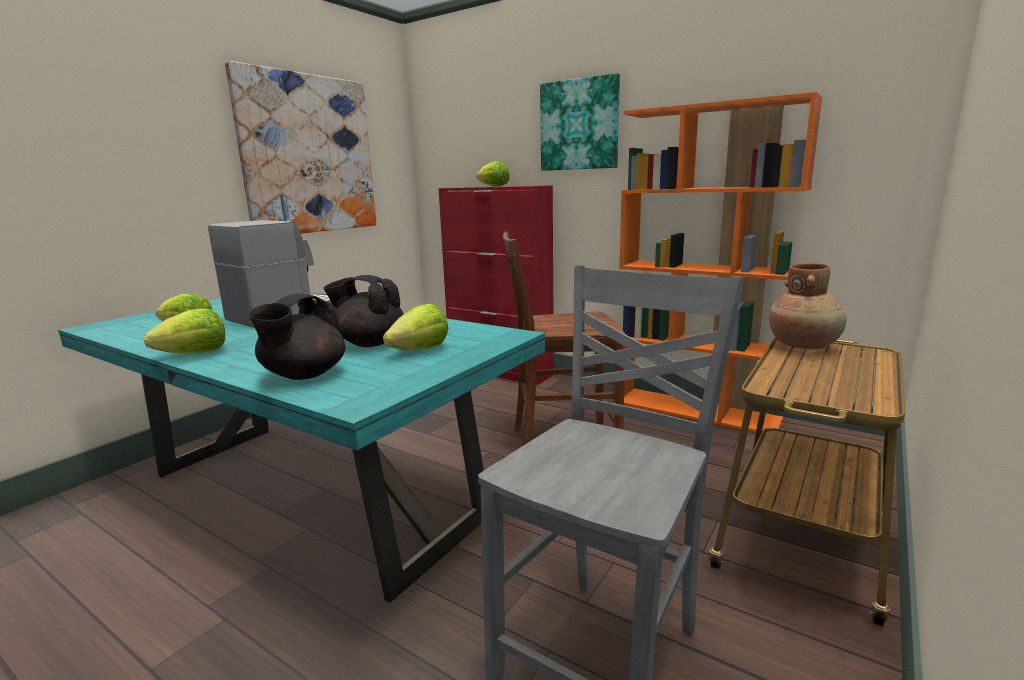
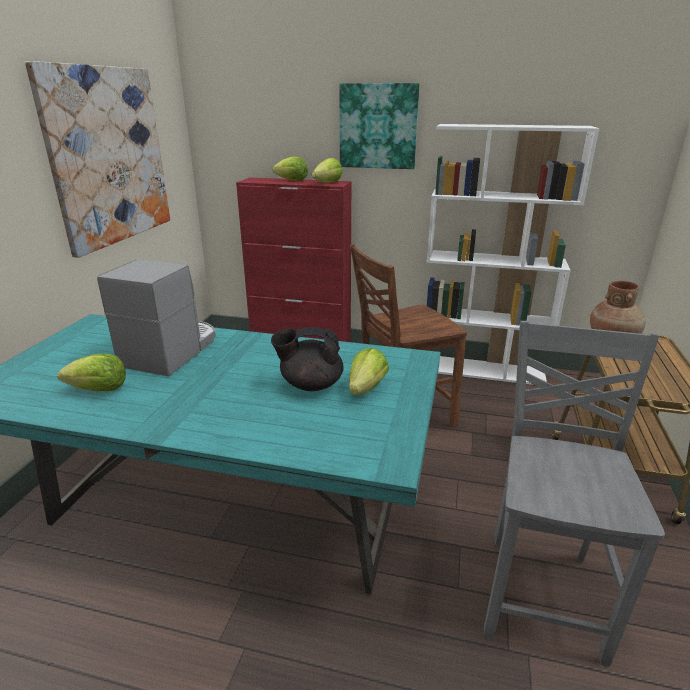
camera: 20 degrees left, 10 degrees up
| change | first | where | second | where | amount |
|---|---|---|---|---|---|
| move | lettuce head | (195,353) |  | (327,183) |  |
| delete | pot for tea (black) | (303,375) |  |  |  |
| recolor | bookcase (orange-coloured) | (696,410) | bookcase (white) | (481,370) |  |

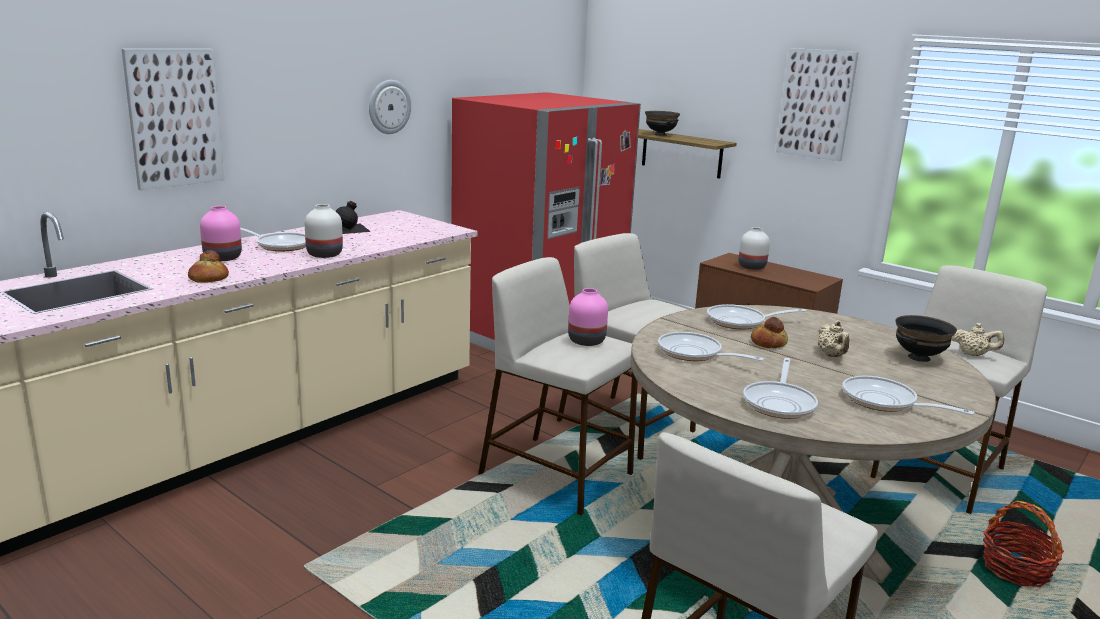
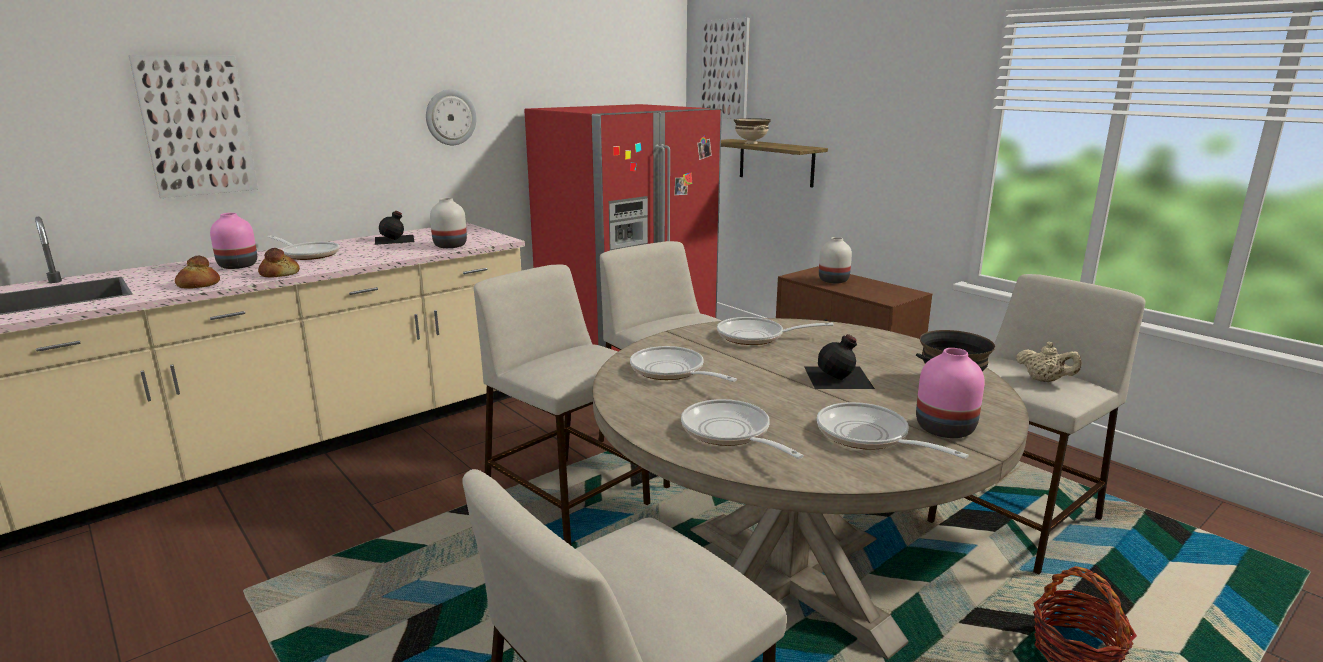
camera: 10 degrees right, 0 degrees up
| change | first | where | second | where | amount |
|---|---|---|---|---|---|
| move | flower vase (white) | (325,254) |  | (451,245) |  |
| move | flower vase (pink) | (586,340) |  | (945,428) |  |
| recolor | serving bowl (black) | (661,135) | serving bowl (sand-coloured) | (751,143) |  |
| rotate | frying pan | (780,403) |  | (730,433) | 120 degrees clockwise |
| move | bread | (768,343) |  | (280,274) |  |
| move | picture | (816,104) |  | (725,69) |  |
| replace | pot for tea (sand-coloured) | (831,356) | drink bottle (black) | (839,377) |  |

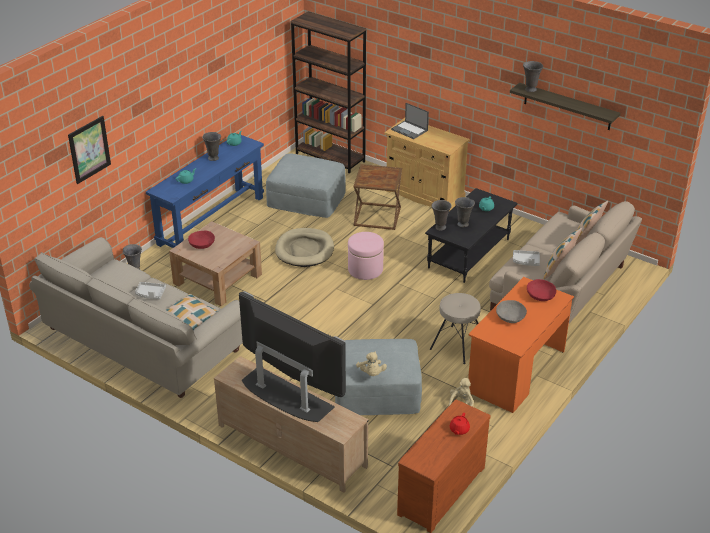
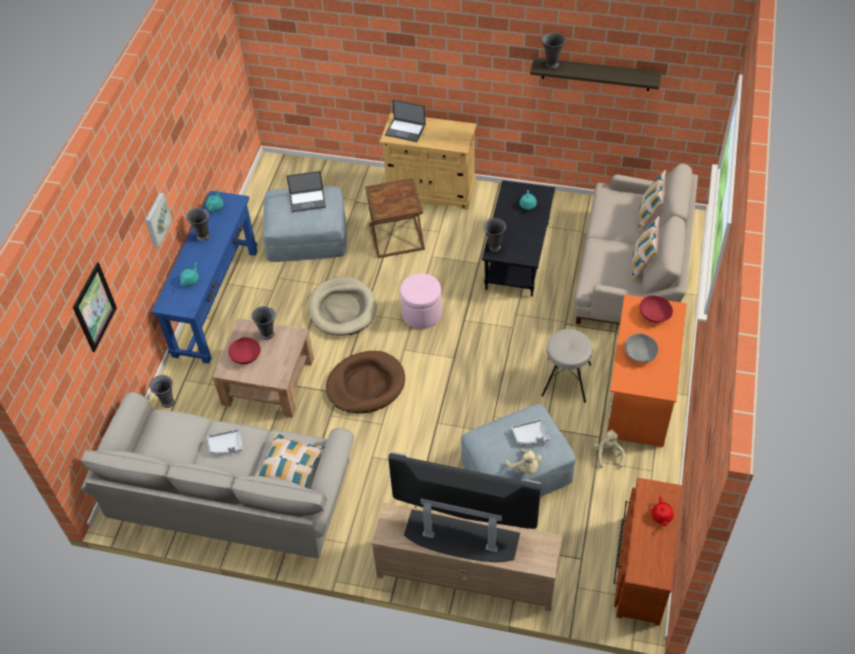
camera: 20 degrees left, 15 degrees up
| change | first | where | second | where | amount |
|---|---|---|---|---|---|
| delete | bookcase (brown-coloured) | (330,157) |  |  |  |
| move | flower vase (grey) | (463,224) |  | (268,335) |  |
| move | serving tray (grey) | (526,261) |  | (530,436) |  |
| insert |  |  | picture | (156,219) |  |
| insert |  |  | laptop | (308,200) |  |
| insert |  |  | dog cushion (brown-coloured) | (365,384) |  |

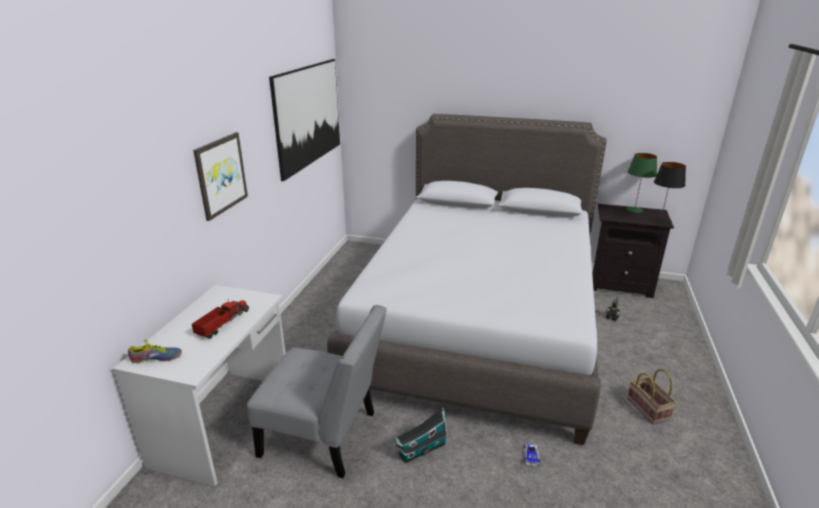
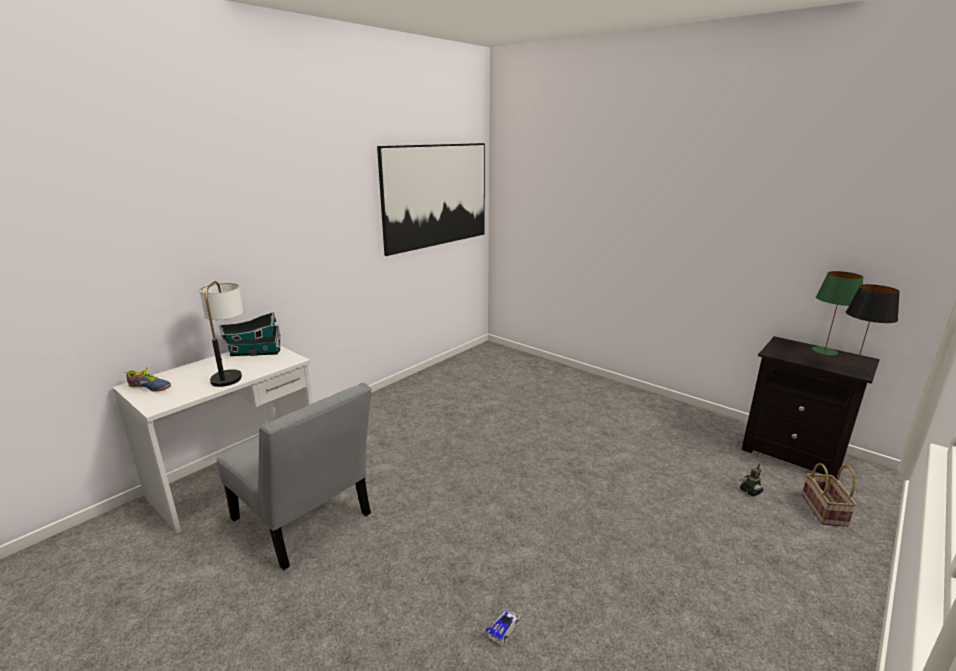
camera: 25 degrees right, 5 degrees down
| change | first | where | second | where | amount |
|---|---|---|---|---|---|
| replace | model truck | (222,324) | lamp for a table | (231,372) |  |
| delete | picture | (220,175) |  |  |  |
| delete | sleeping bed (grey) | (479,321) |  |  |  |
| move | model house | (420,450) |  | (253,353) |  |
| move | basket | (649,409) |  | (825,511) |  |

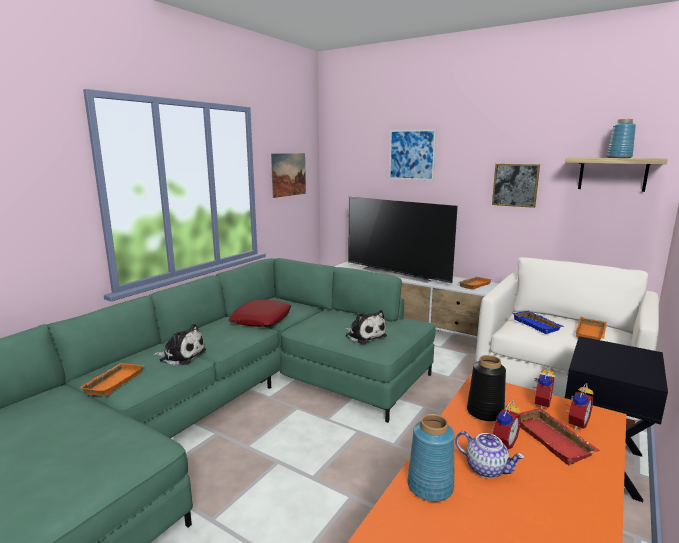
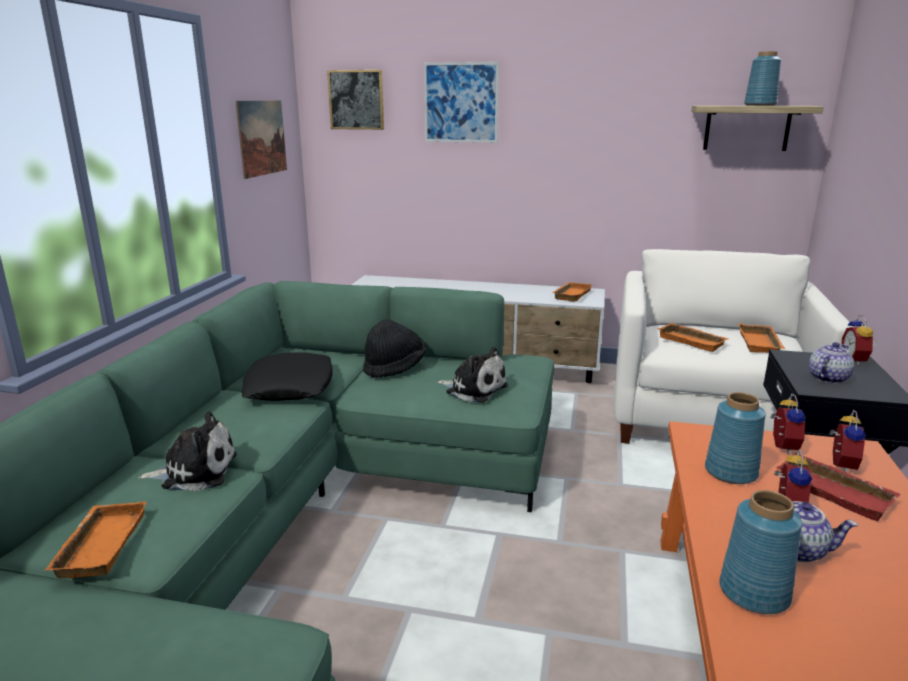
camera: 20 degrees left, 5 degrees up
| change | first | where | second | where | amount |
|---|---|---|---|---|---|
| recolor | pillow (red-coloured) | (261,319) | pillow (black) | (289,386) |  |
| delete | TV | (398,273) |  |  |  |
| recolor | flower vase (black) | (484,412) | flower vase (blue-coloured) | (730,472) |  |
| move | picture | (515,185) |  | (356,100) |  |
| recolor | serving tray (blue-coloured) | (537,325) | serving tray (orange-coloured) | (693,341) |  |
| insert |  |  | clothing hat (black) | (394,368) |  |
| insert |  |  | pot for tea | (827,378) |  |
| insert |  |  | bedside clock | (855,361) |  |

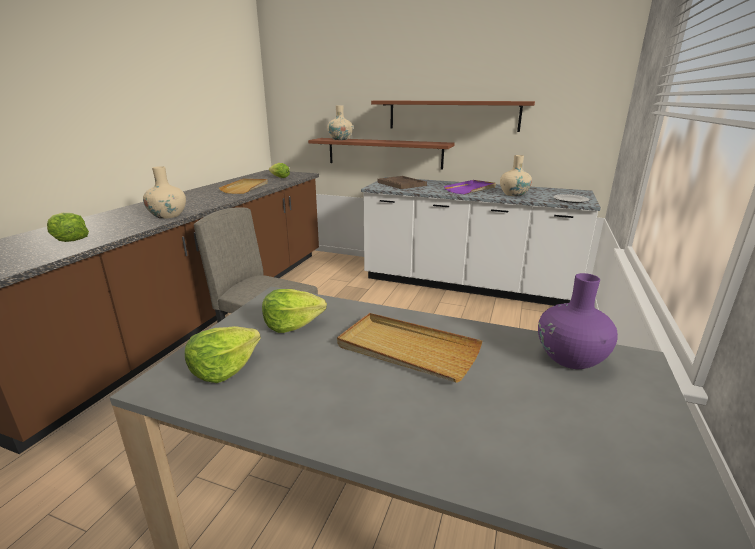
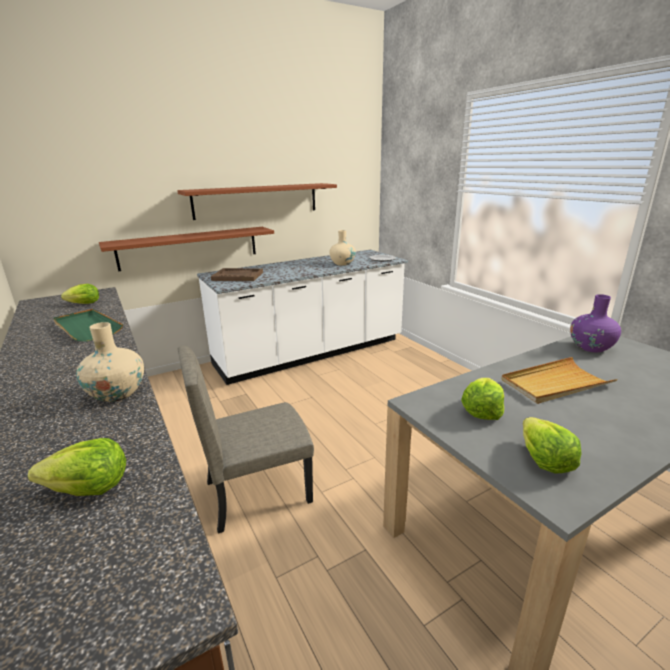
camera: 50 degrees left, 0 degrees up
| change | first | where | second | where | amount |
|---|---|---|---|---|---|
| recolor | serving tray (sand-coloured) | (246,188) | serving tray (green) | (87,328) |  |
| delete | flower vase (sand-coloured) | (340,139) |  |  |  |
| delete | serving tray (purple) | (471,189) |  |  |  |

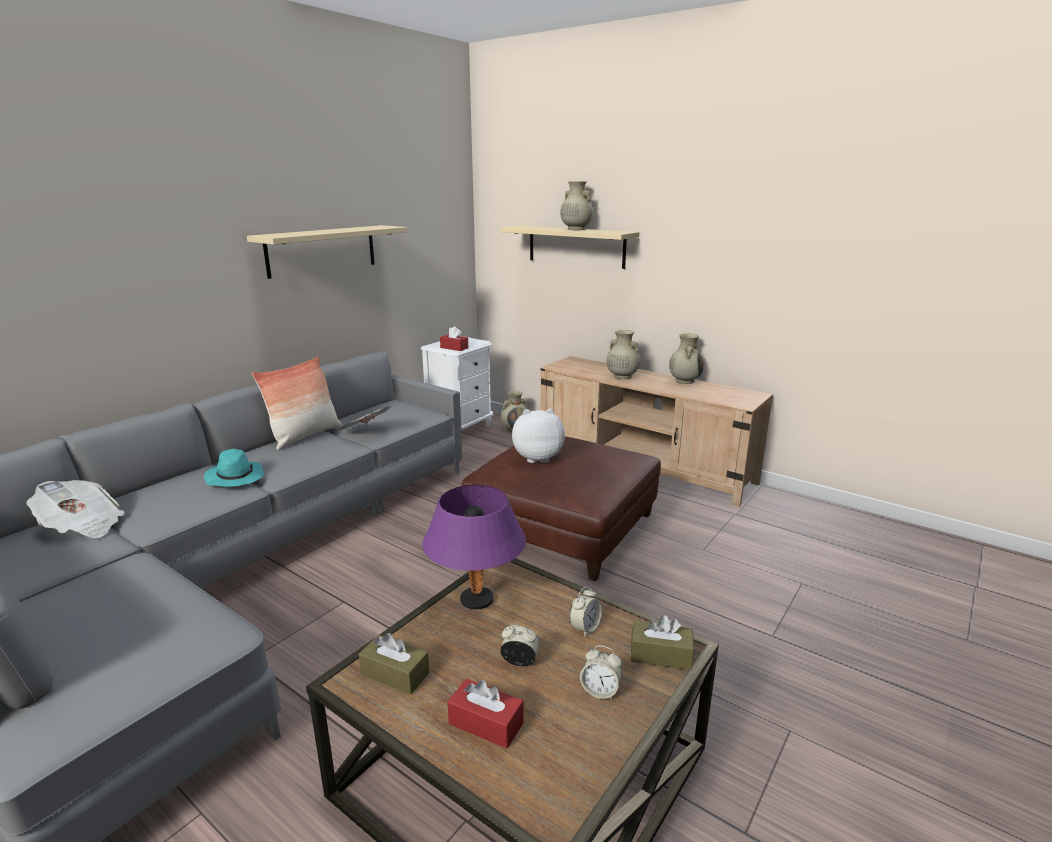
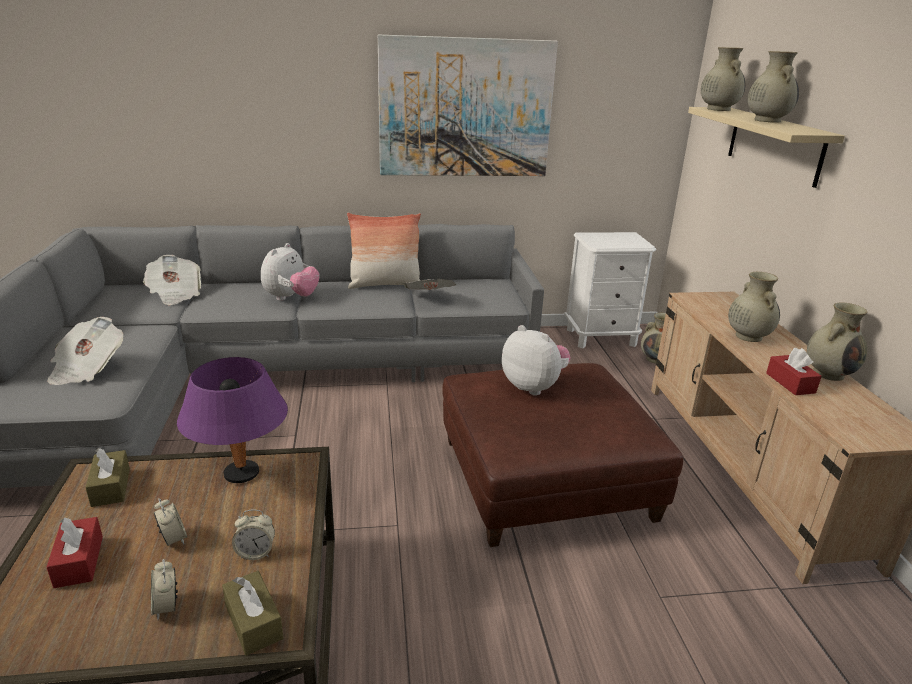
camera: 45 degrees right, 5 degrees up
| change | first | where | second | where | amount |
|---|---|---|---|---|---|
| replace | clothing hat (blue-green) | (235,478) | plush toy | (291,298) |  |
| replace | bracket shelf (sand-coloured) | (322,250) | picture | (465,109) |  |
| move | box of tissues (red-coloured) | (454,348) |  | (790,383) |  |
| insert |  |  | daily paper | (87,369) |  |
| insert |  |  | flower vase (sand-coloured) | (718,109) |  |

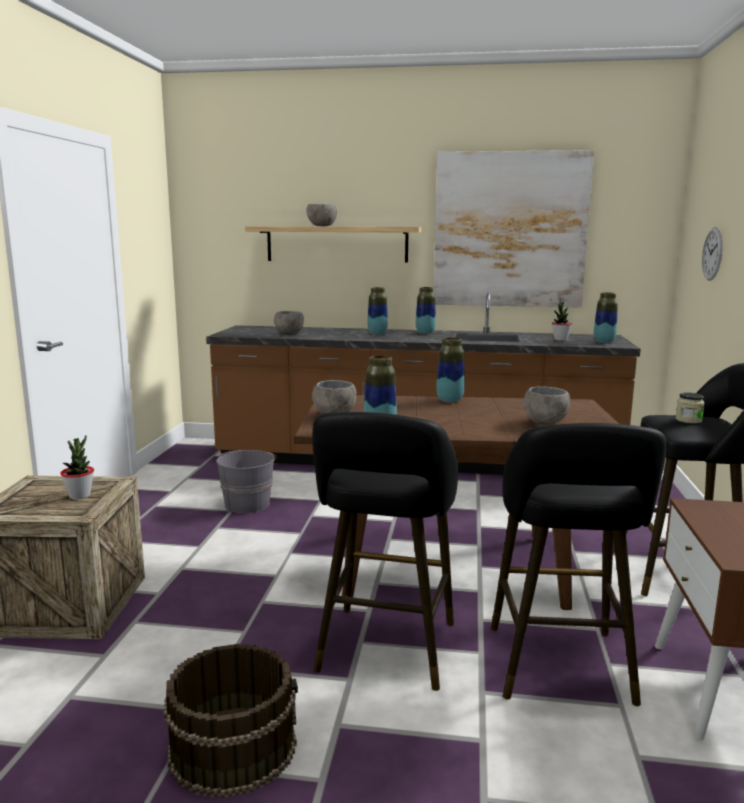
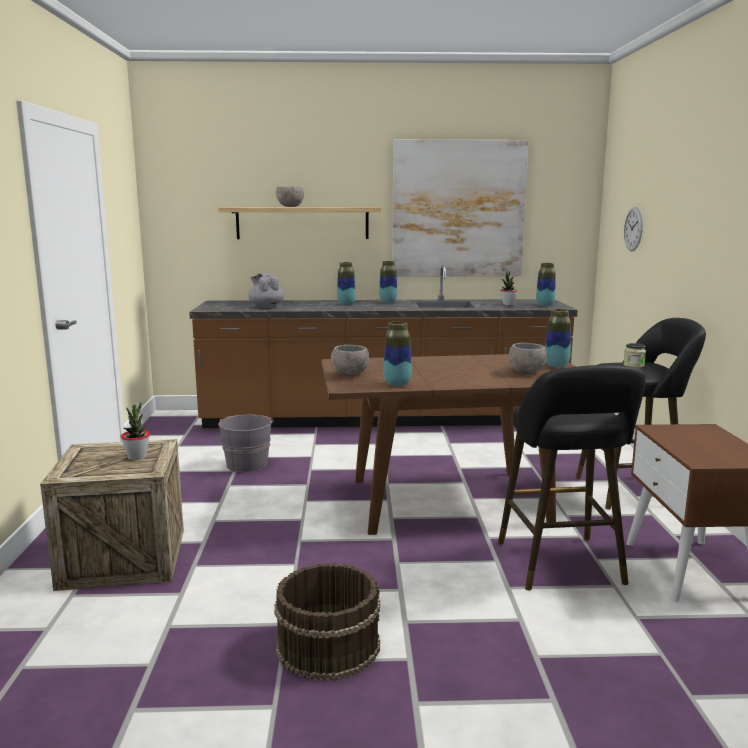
camera: 10 degrees left, 0 degrees up
| change | first | where | second | where | amount |
|---|---|---|---|---|---|
| replace | serving bowl (grey) | (289,334) | pot for tea (grey) | (266,307) |  |
| delete | sitting stool (black) | (385,652) |  |  |  |
| move | flower vase | (450,400) |  | (556,365) |  |

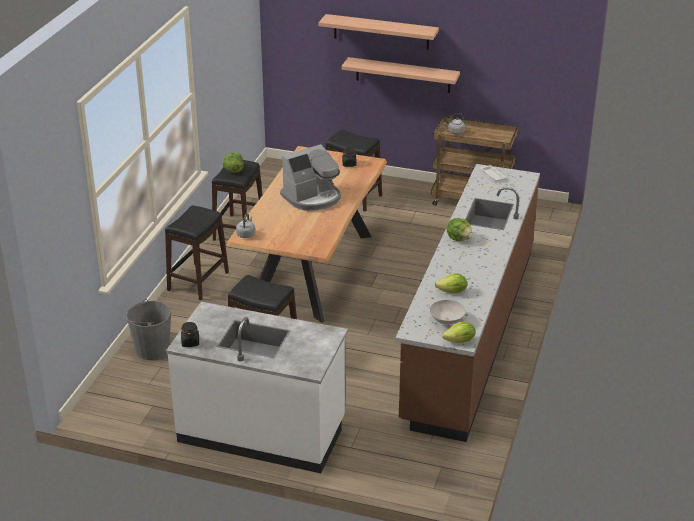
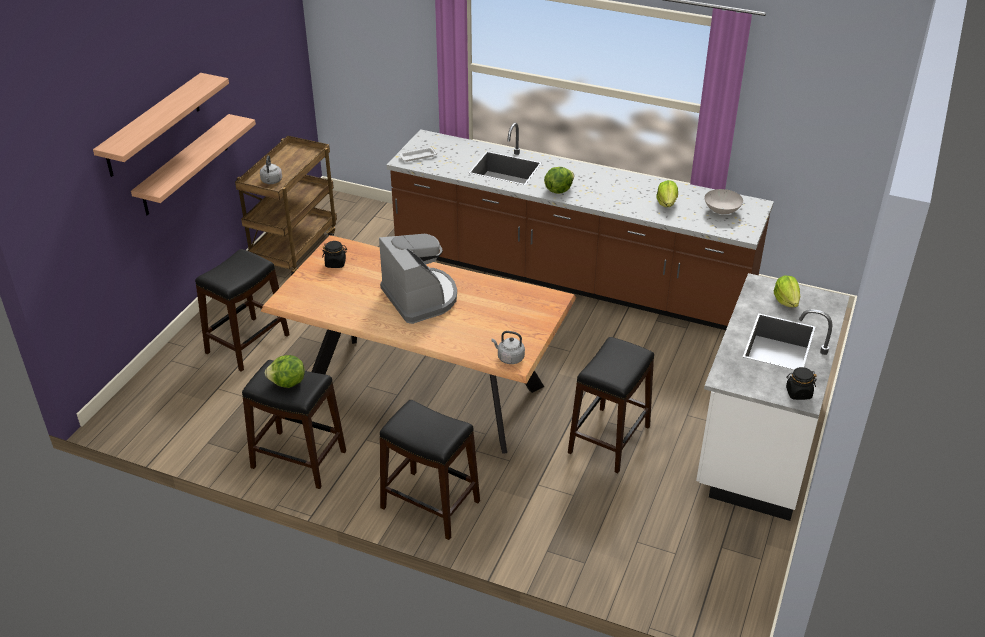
camera: 85 degrees left, 5 degrees up
| change | first | where | second | where | amount |
|---|---|---|---|---|---|
| delete | pail (grey) | (152,349) |  |  |  |
| move | lettuce head | (460,341) |  | (786,301) |  |

